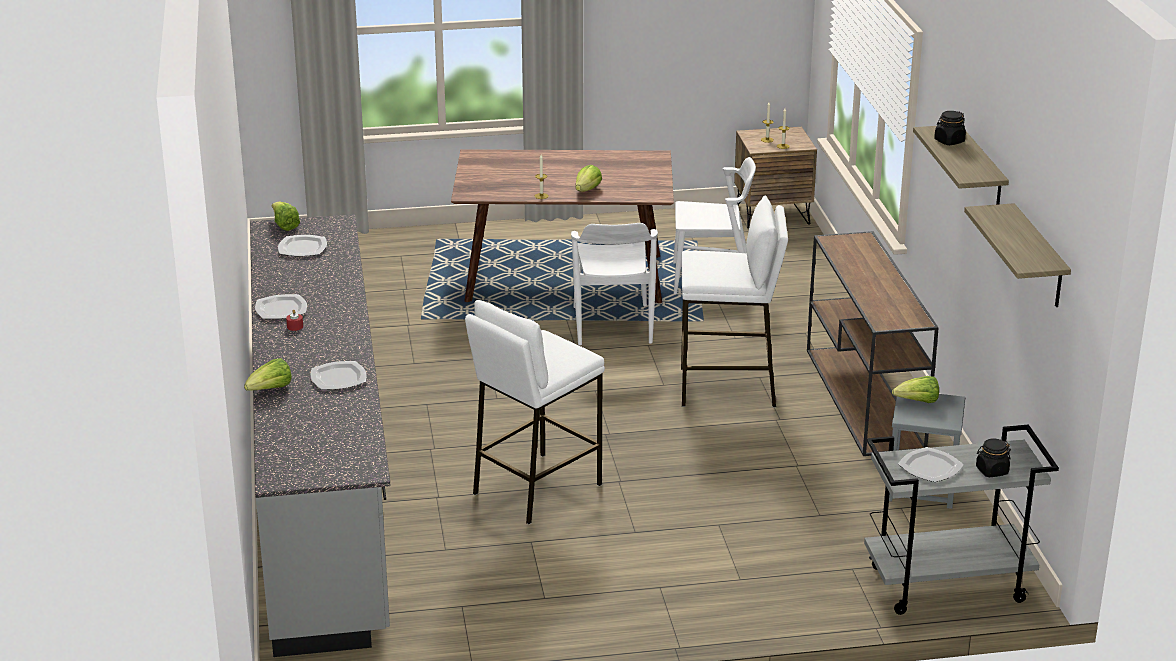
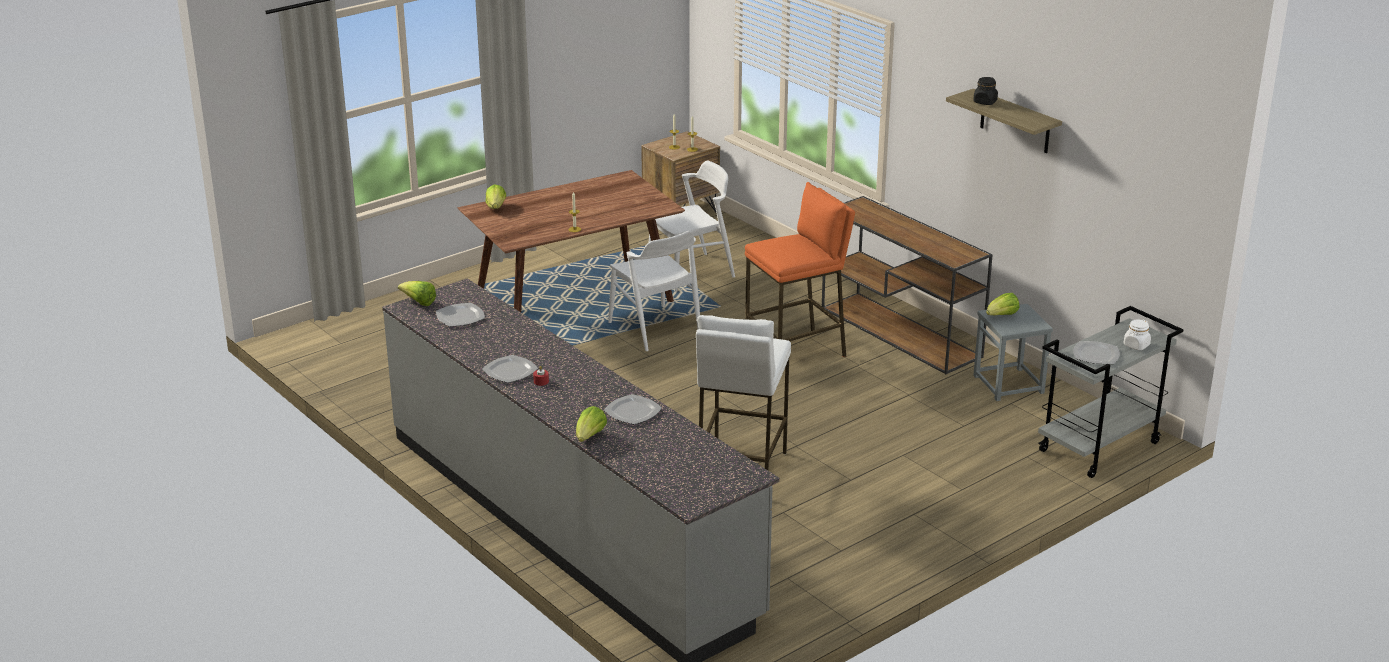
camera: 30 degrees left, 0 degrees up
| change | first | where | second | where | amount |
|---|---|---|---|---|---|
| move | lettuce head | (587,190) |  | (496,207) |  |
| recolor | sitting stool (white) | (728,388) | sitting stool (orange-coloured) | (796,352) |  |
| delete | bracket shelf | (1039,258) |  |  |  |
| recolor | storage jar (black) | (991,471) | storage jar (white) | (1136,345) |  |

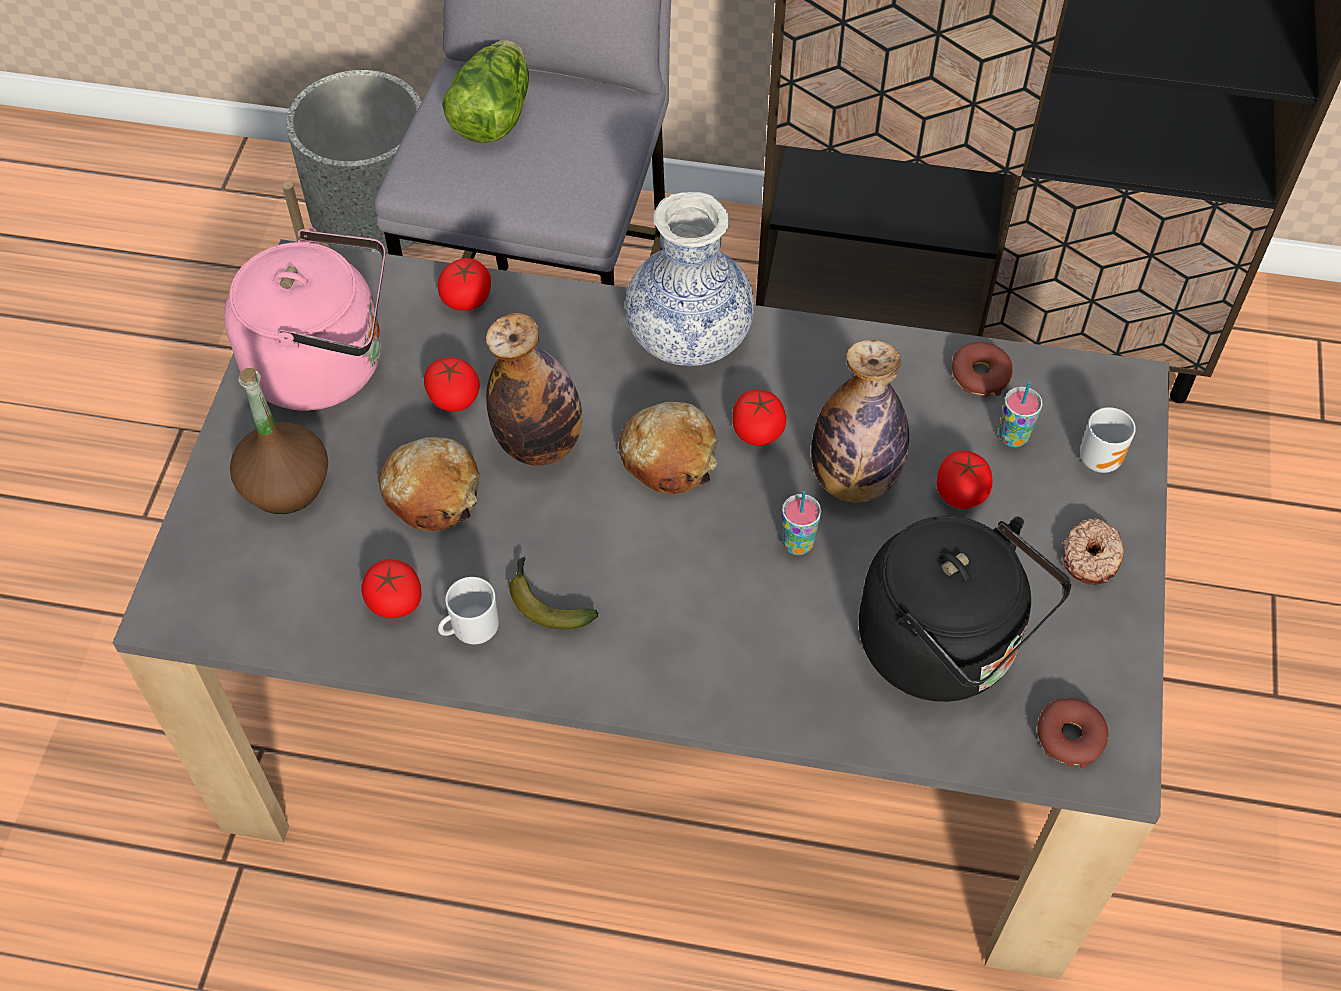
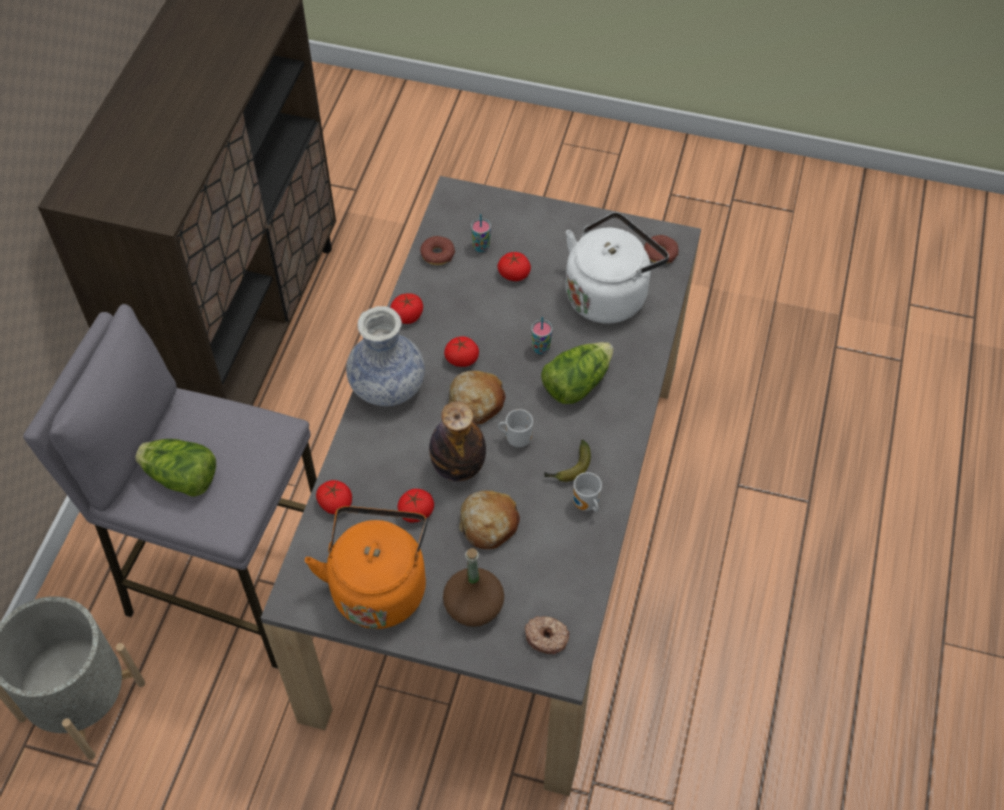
camera: 85 degrees left, 0 degrees up
| change | first | where | second | where | amount |
|---|---|---|---|---|---|
| recolor | kettle (pink) | (326,364) | kettle (orange-coloured) | (379,585) |  |
| move | whole tomato | (394,600) |  | (407,315) |  |
| delete | drink bottle | (854,480) |  |  |  |
| recolor | kettle (black) | (946,648) | kettle (white) | (609,293) |  |
| move | ring doughnut | (1091,558) |  | (546,637) |  |
| move | mug | (1101,458) |  | (517,438) |  |
| insert |  |  | lettuce head | (576,383) |  |

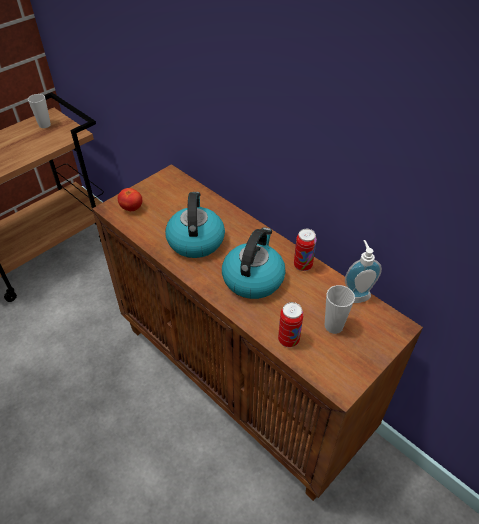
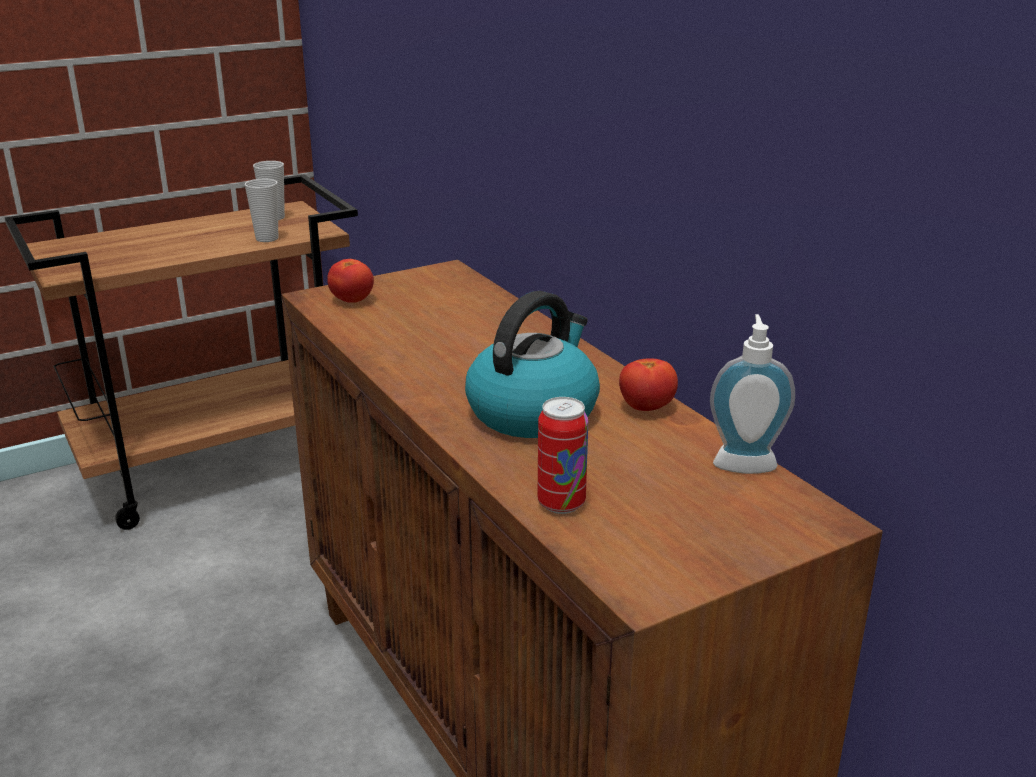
camera: 15 degrees right, 20 degrees down
| change | first | where | second | where | amount |
|---|---|---|---|---|---|
| delete | kettle | (195,240) |  |  |  |
| replace | sealed can | (303,265) | whole tomato | (646,408) |  |
| move | drinking cup | (333,326) |  | (267,239) |  |

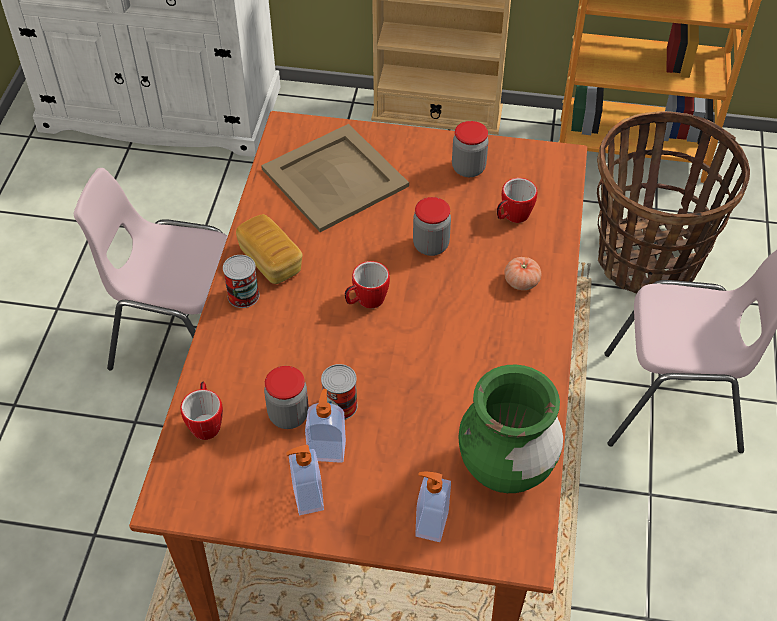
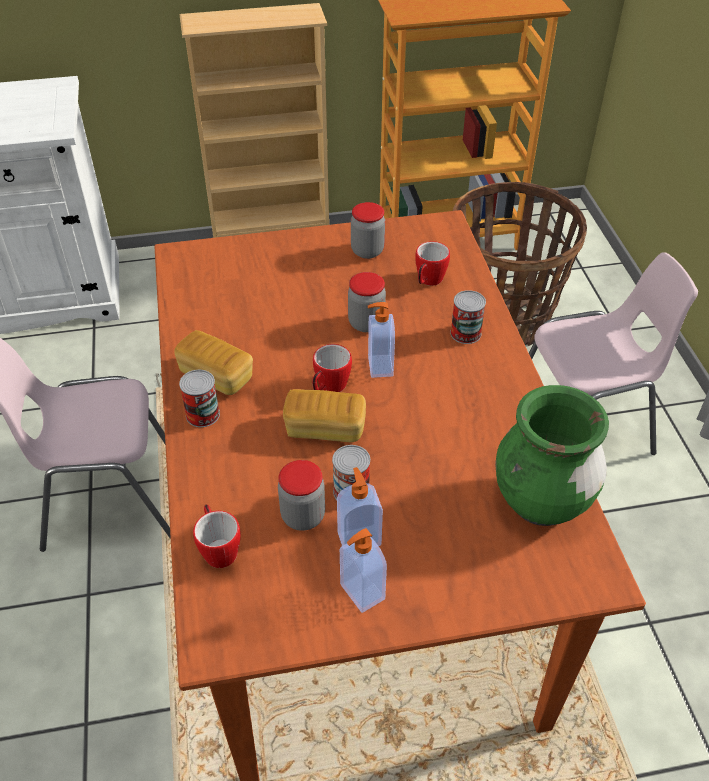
camera: 20 degrees left, 5 degrees down
| change | first | where | second | where | amount |
|---|---|---|---|---|---|
| delete | serving tray (sand-coloured) | (336,178) |  |  |  |
| move | soap bottle | (430,524) |  | (379,366) |  |
| replace | whole tomato | (521,282) | sealed can | (465,333) |  |
| insert |  |  | bread | (325,428) |  |

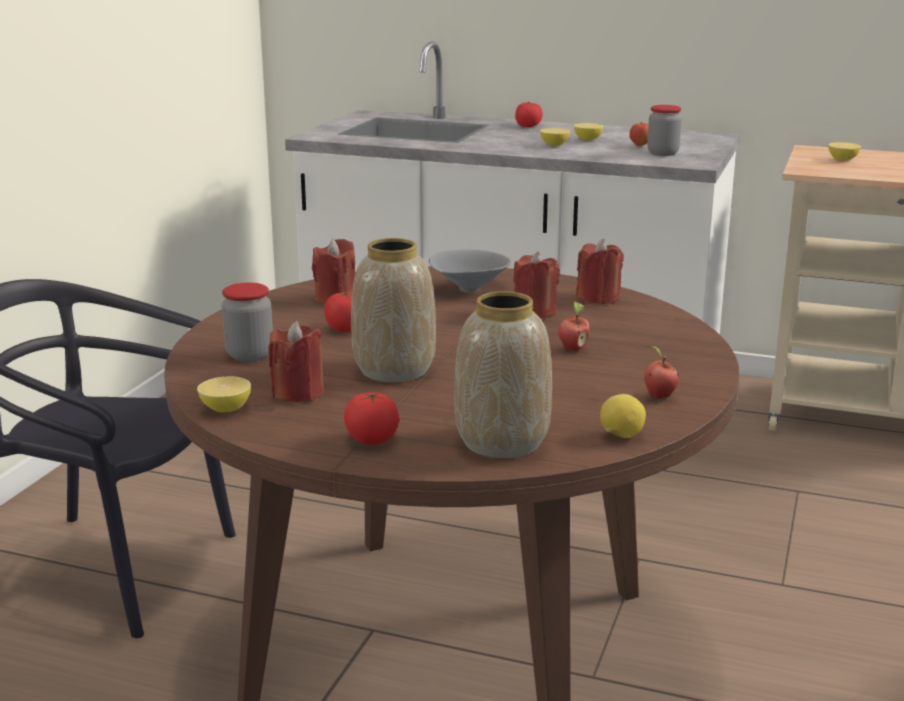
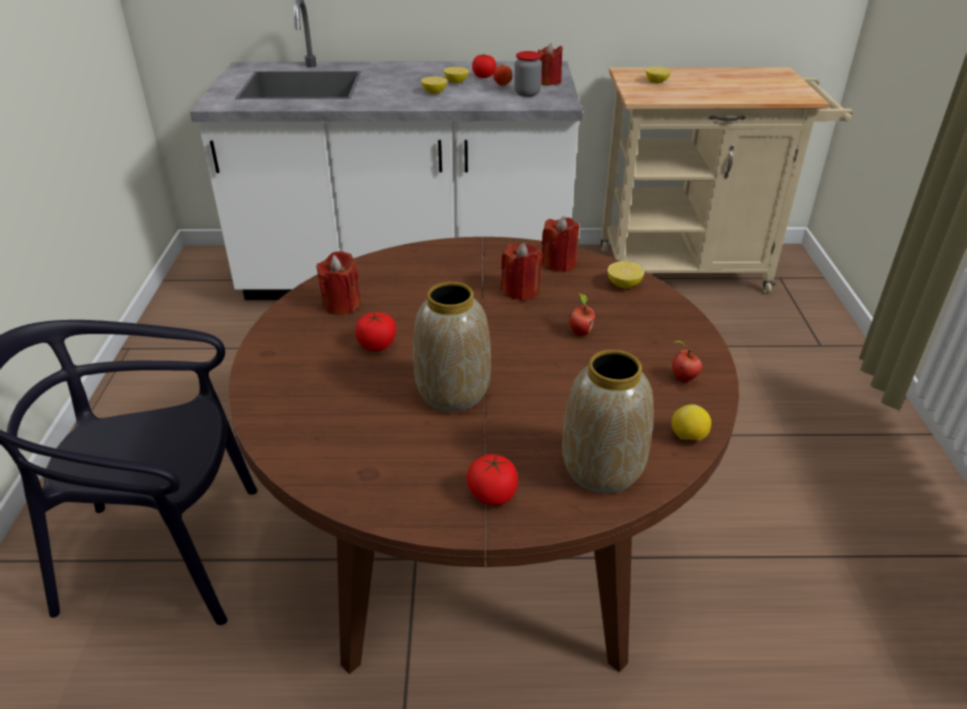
camera: 20 degrees left, 15 degrees up
| change | first | where | second | where | amount |
|---|---|---|---|---|---|
| move | whole lemon | (226,409) |  | (624,285) |  |
| delete | storage jar | (249,354) |  |  |  |
| move | wax candle (red-coloured) | (298,393) |  | (548,82) |  |
| delete | serving bowl (grey) | (468,290) |  |  |  |
| move | whole tomato | (528,126) |  | (484,76) |  |

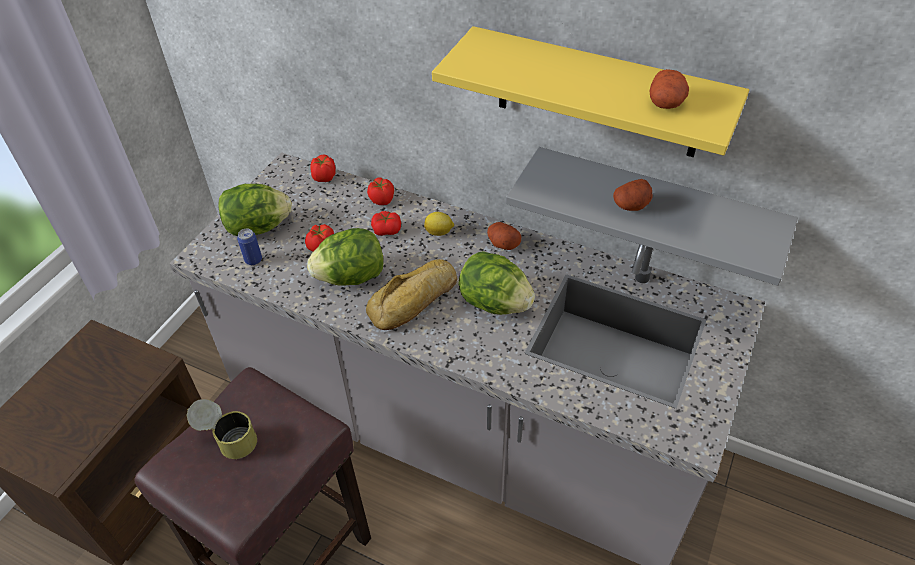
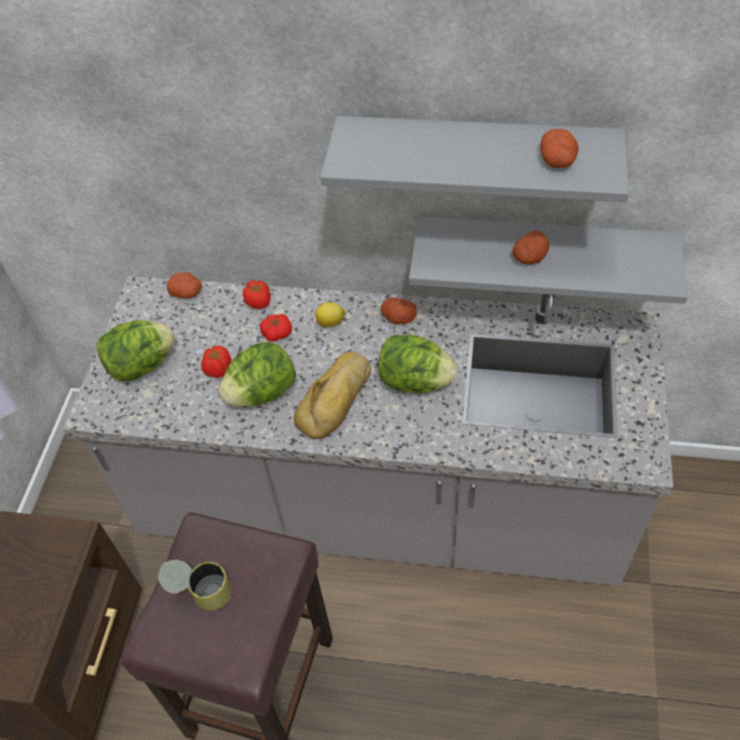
camera: 15 degrees left, 5 degrees up
| change | first | where | second | where | amount |
|---|---|---|---|---|---|
| delete | sealed can | (253,260) |  |  |  |
| replace | whole tomato | (324,177) | spud | (187,293) |  |
| recolor | bracket shelf (yellow-coloured) | (598,94) | bracket shelf (grey) | (475,157) |  |

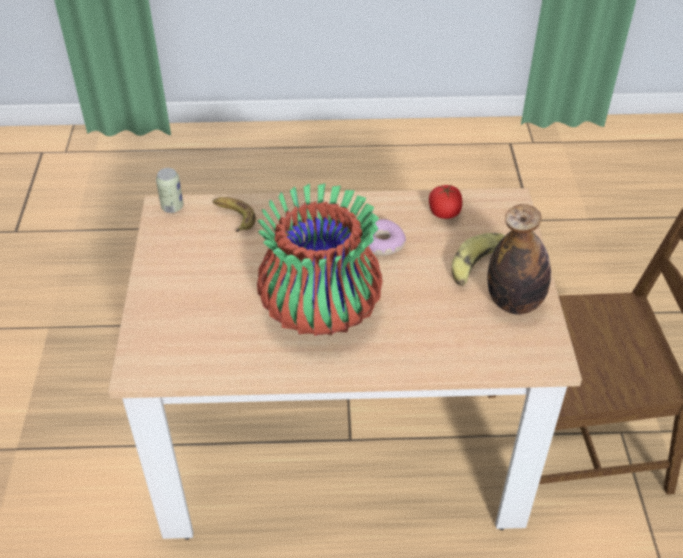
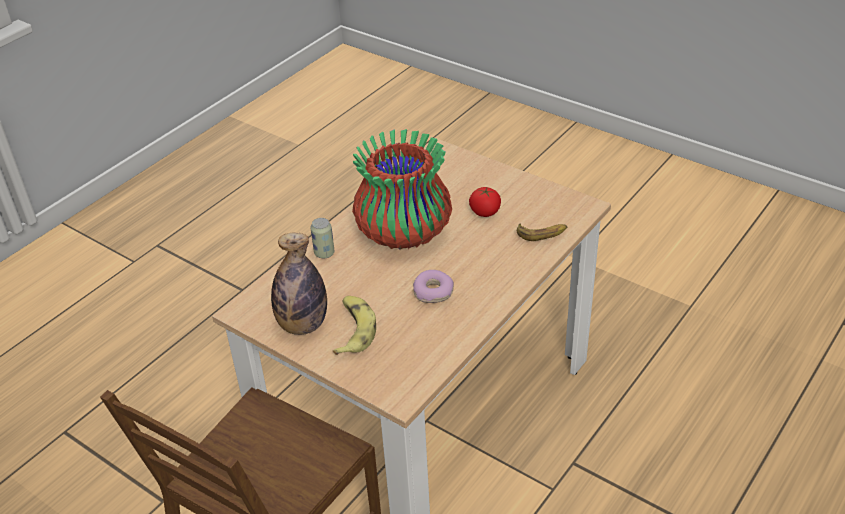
camera: 130 degrees right, 5 degrees down
| change | first | where | second | where | amount |
|---|---|---|---|---|---|
| move | sealed can | (172,207) |  | (324,253) |  |
| move | whole tomato | (444,213) |  | (485,212) |  |

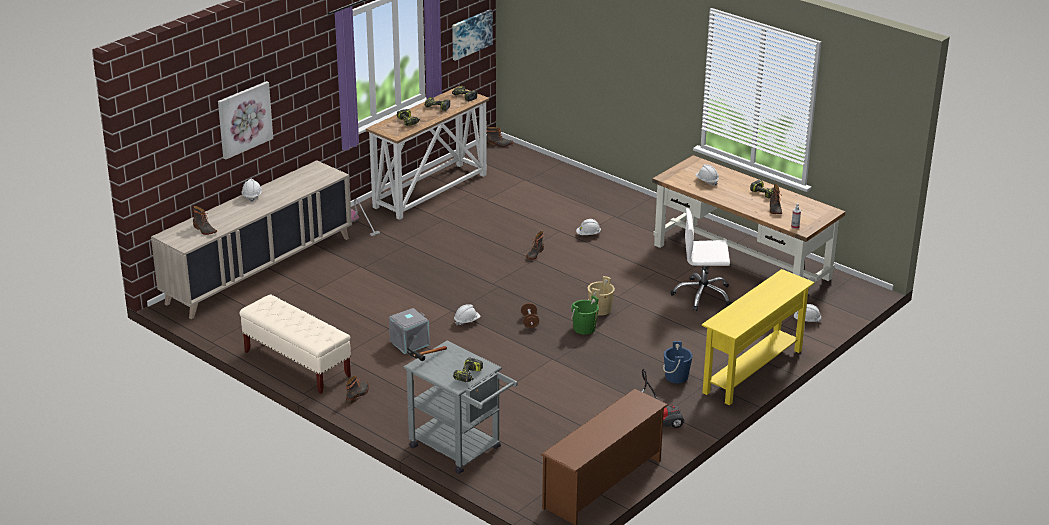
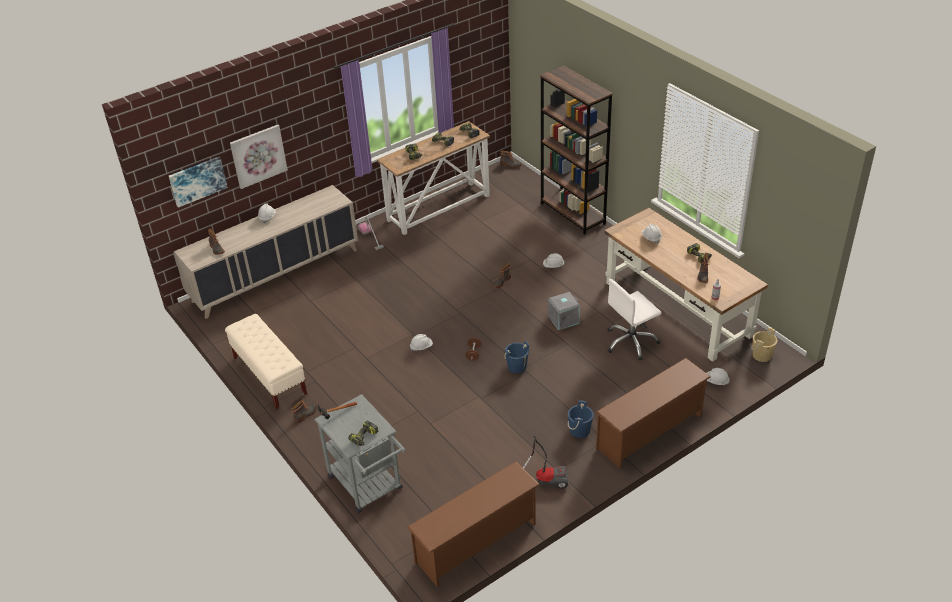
camera: 15 degrees right, 10 degrees up
| change | first | where | second | where | amount |
|---|---|---|---|---|---|
| move | storage container (grey) | (409,342) |  | (563,319) |  |
| move | picture | (471,34) |  | (197,181) |  |
| recolor | pail (green) | (584,328) | pail (blue-coloured) | (517,366) |  |
| move | pail (sand-coloured) | (600,310) |  | (761,355) |  |
| rotate | desk chair (white) | (702,295) |  | (631,342) | 45 degrees counterclockwise |
| replace | narrow table (yellow-coloured) | (753,371) | shoe rack (brown-coloured) | (650,433) |  |
| insert |  |  | bookcase (brown-coloured) | (573,214) |  |

